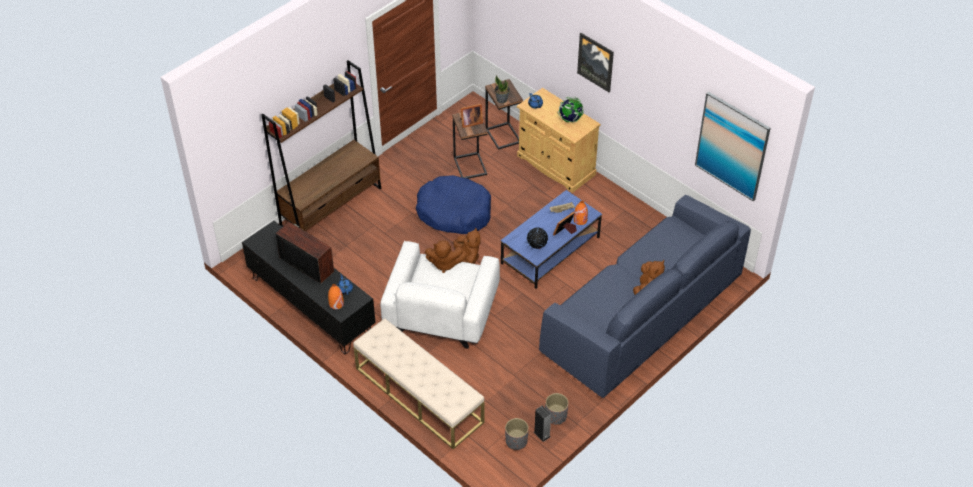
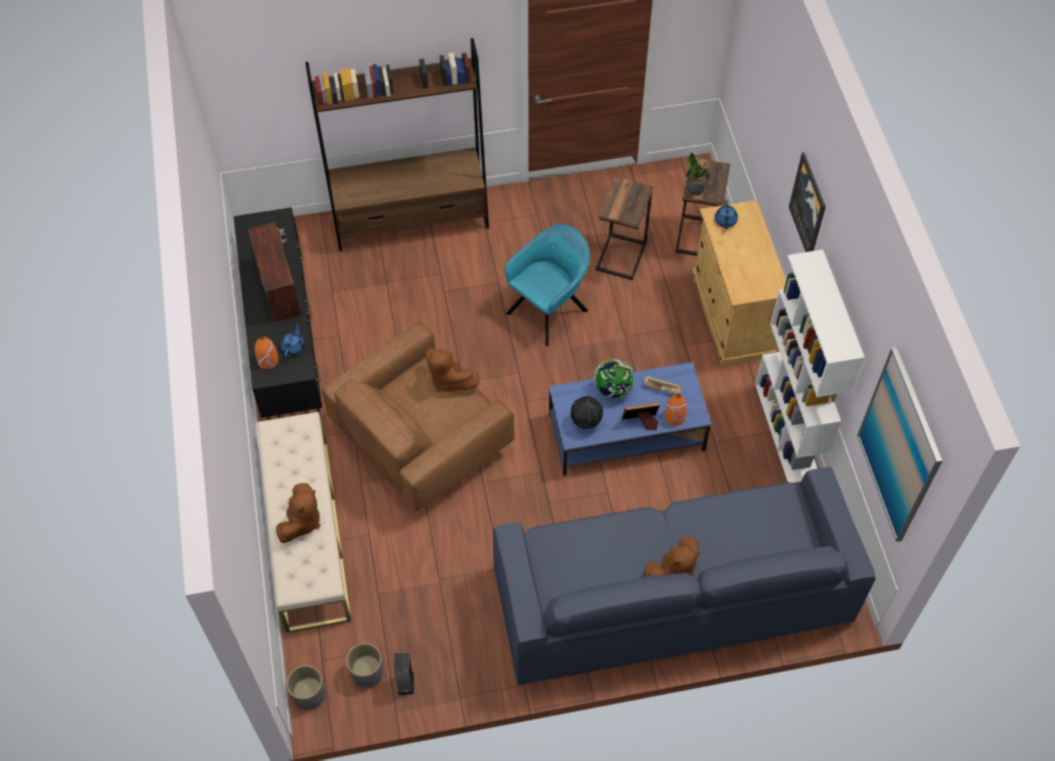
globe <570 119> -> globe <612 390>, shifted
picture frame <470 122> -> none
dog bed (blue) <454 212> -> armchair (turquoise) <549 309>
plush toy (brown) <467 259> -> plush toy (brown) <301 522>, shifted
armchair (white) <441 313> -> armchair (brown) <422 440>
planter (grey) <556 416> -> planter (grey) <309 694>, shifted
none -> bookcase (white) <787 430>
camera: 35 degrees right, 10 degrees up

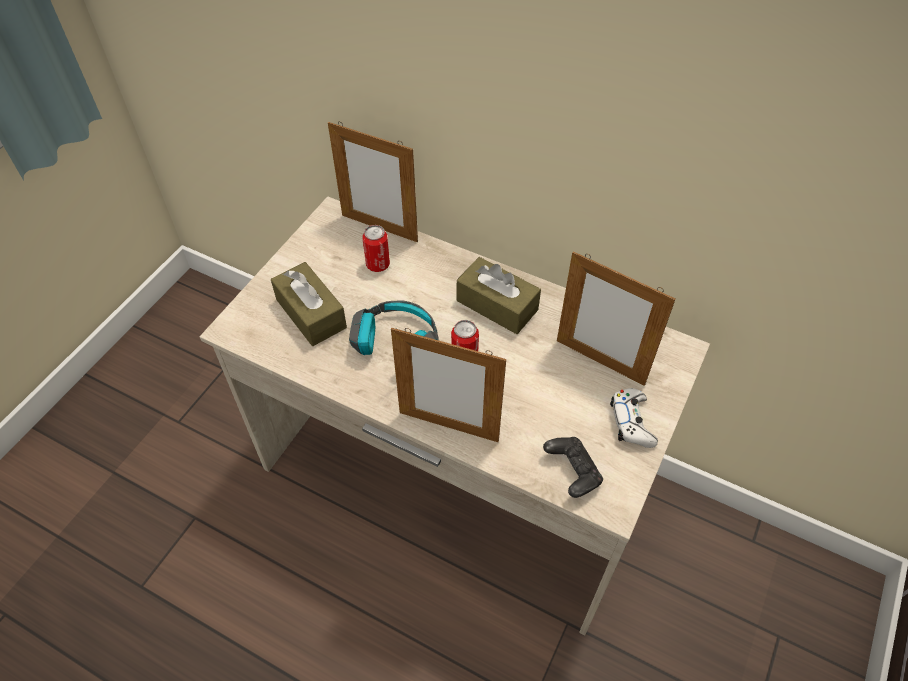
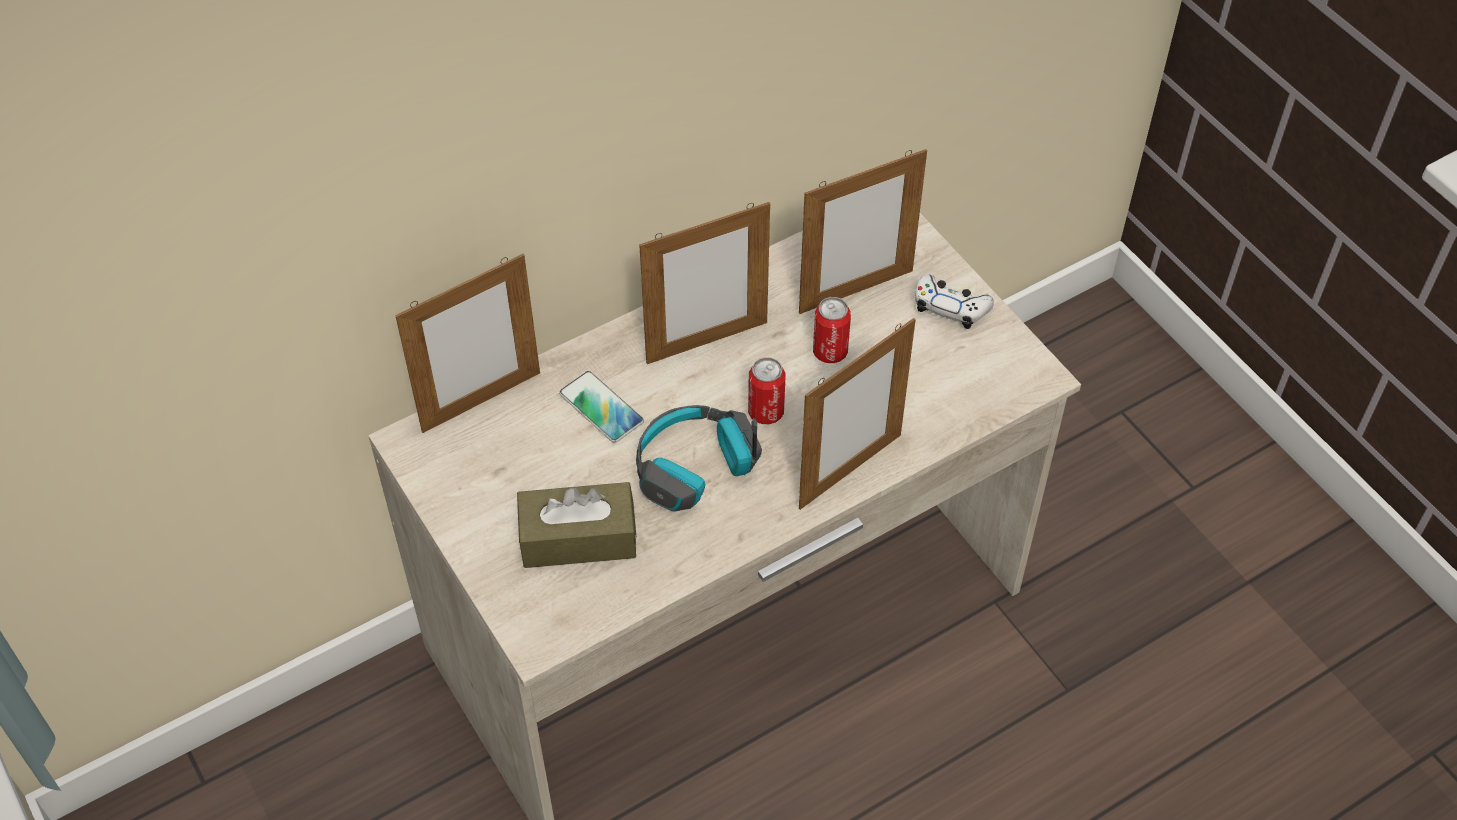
can <378 265> -> can <830 352>, shifted
tissue box (brown) <497 305> -> picture frame <707 342>
game controller (black) <572 472> -> none
none -> phone <601 408>
camera: 60 degrees left, 0 degrees up

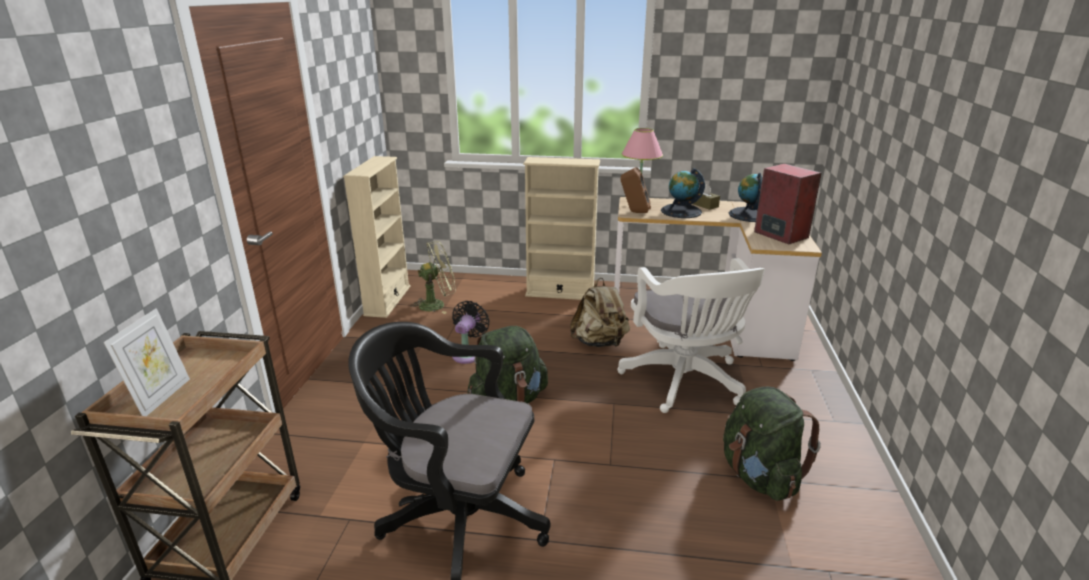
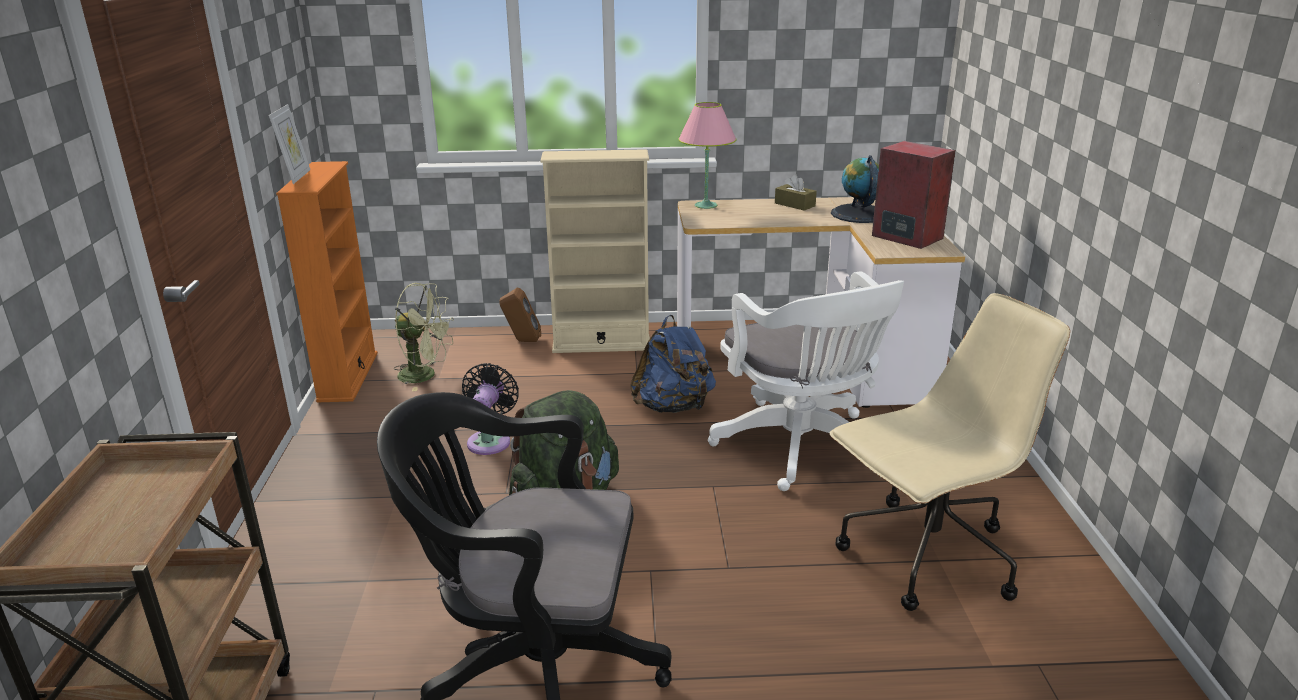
bookcase (beige) <387 300> -> bookcase (orange) <348 377>
speaker (brown) <634 212> -> speaker (brown) <522 341>, shifted
globe <681 211> -> none
fan (green) <437 304> -> fan (green) <425 376>, 45 degrees clockwise
backpack (beige) <599 342> -> backpack (blue) <673 407>
picture frame <161 397> -> picture frame <296 177>, shifted
backpack (green) <759 476> -> office chair (beige) <926 557>
camera: 10 degrees left, 0 degrees up

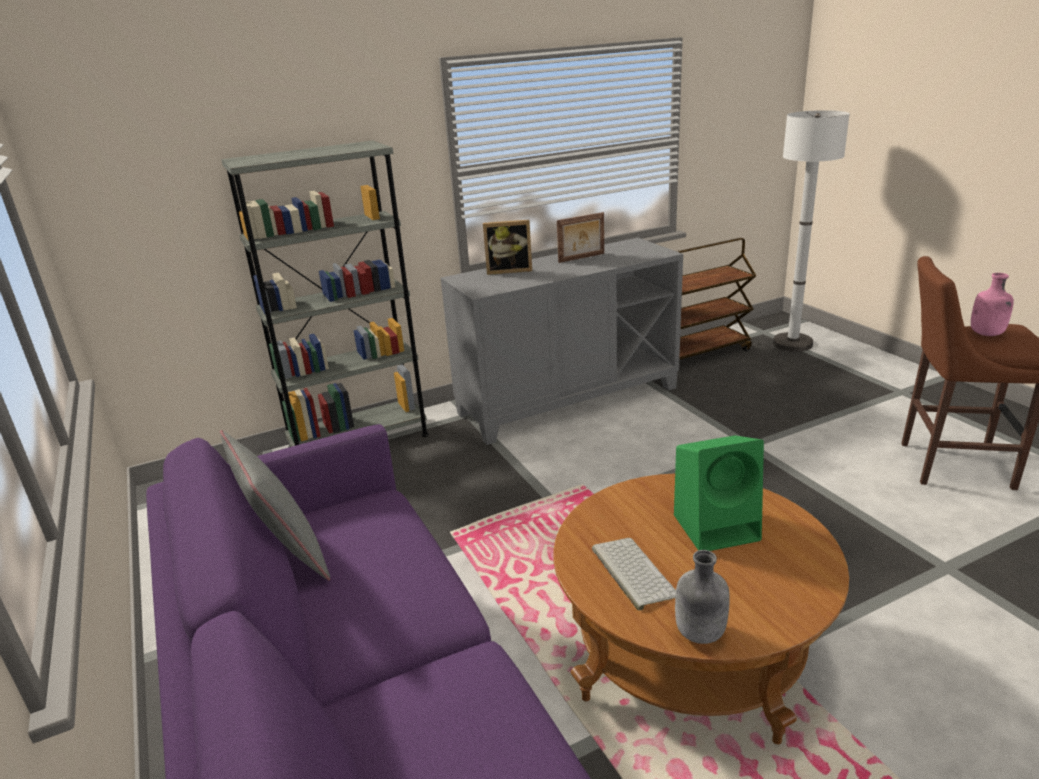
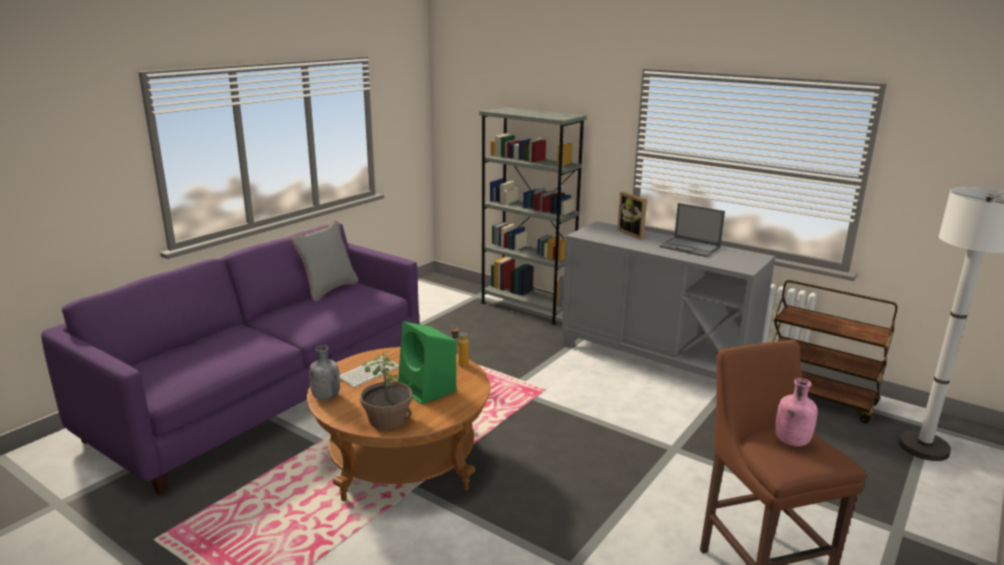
picture frame <582 258> -> laptop <690 247>
none -> bottle <459 364>
none -> potted plant <387 419>
camera: 60 degrees right, 5 degrees down

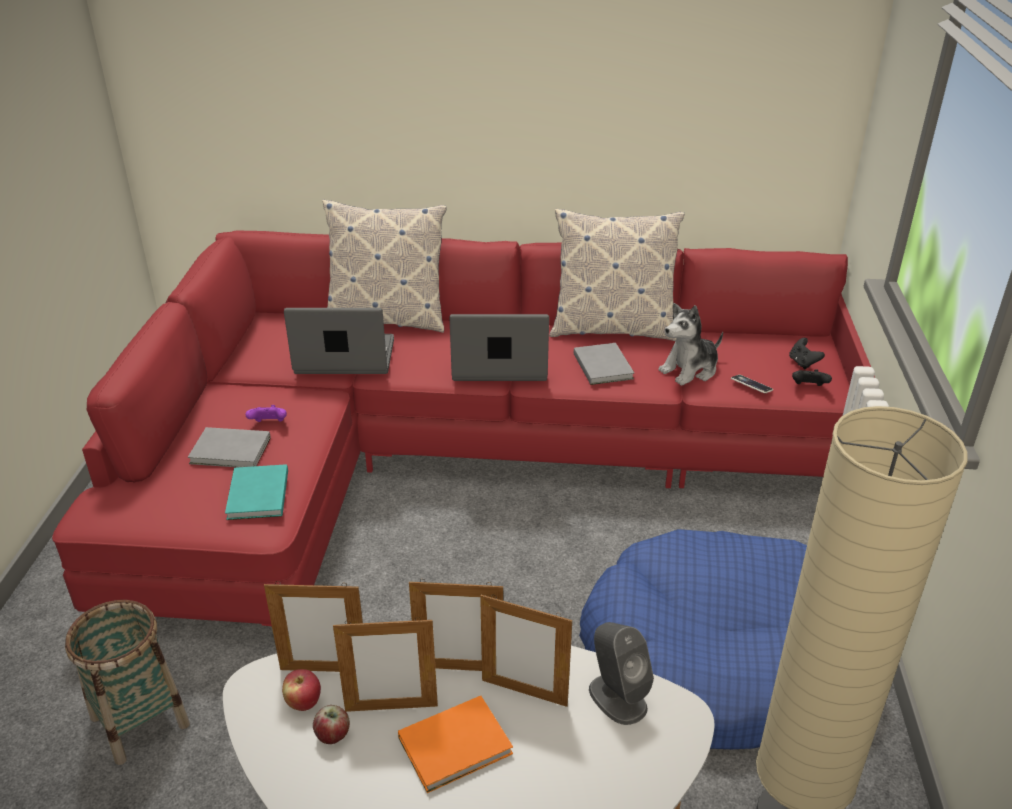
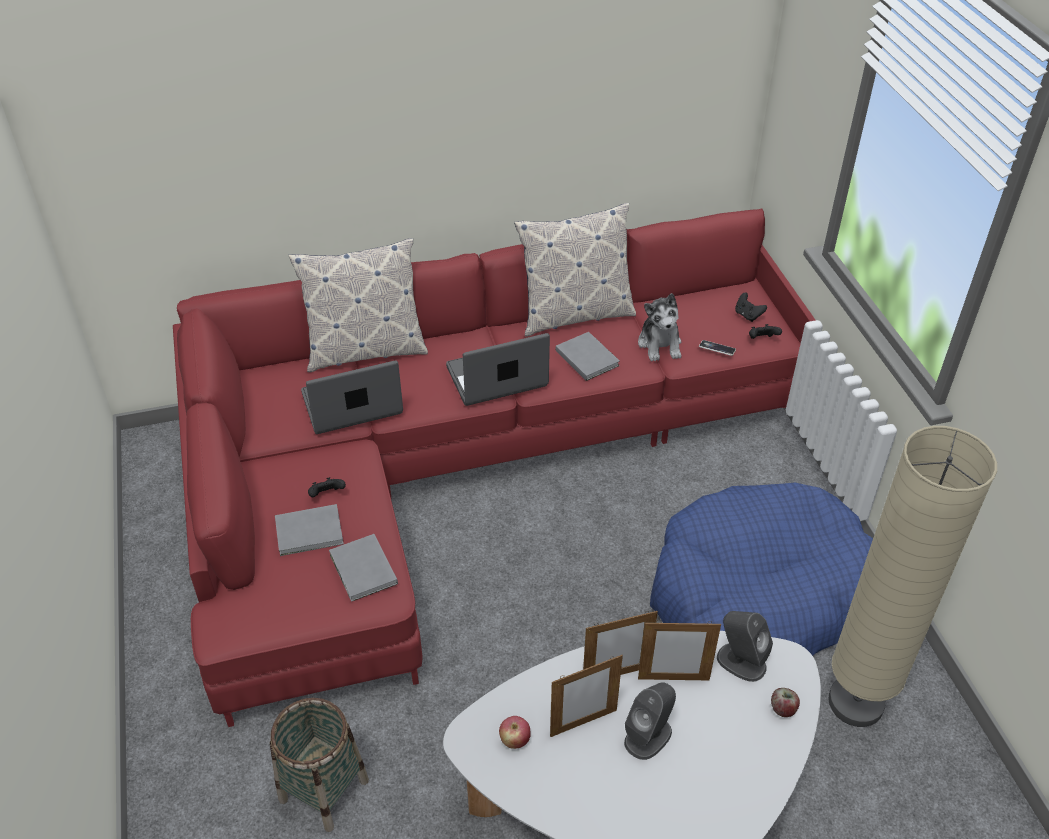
plush toy <690 370> -> plush toy <660 344>, 45 degrees counterclockwise
game controller (purple) <269 424> -> game controller (black) <327 495>
book (turquoise) <256 496> -> book (grey) <363 571>
picture frame <324 670> -> none
book (orange) <458 746> -> speaker (grey) <648 736>
apple <333 735> -> apple <783 709>, shifted
camera: 20 degrees left, 10 degrees up

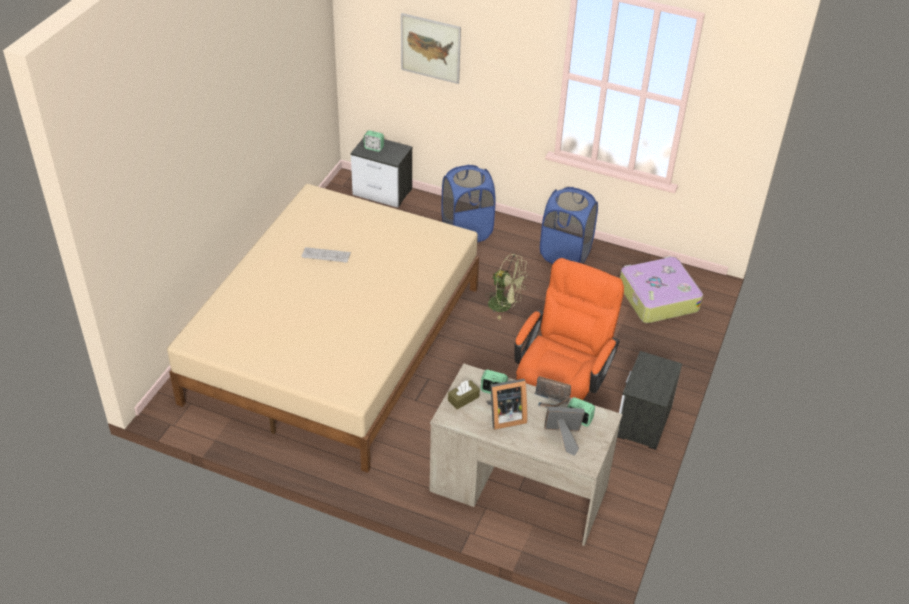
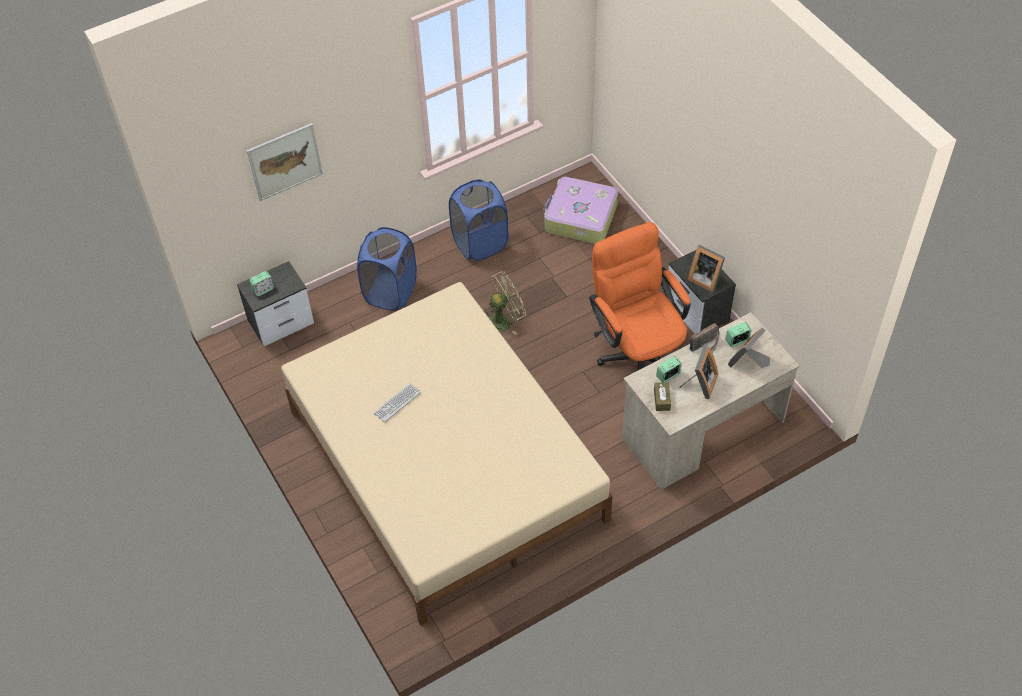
none -> picture frame <705 278>
camera: 50 degrees left, 10 degrees up

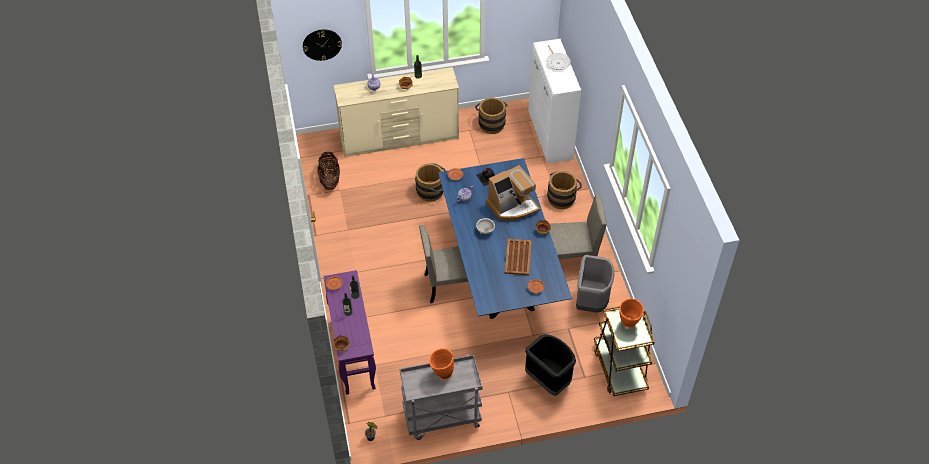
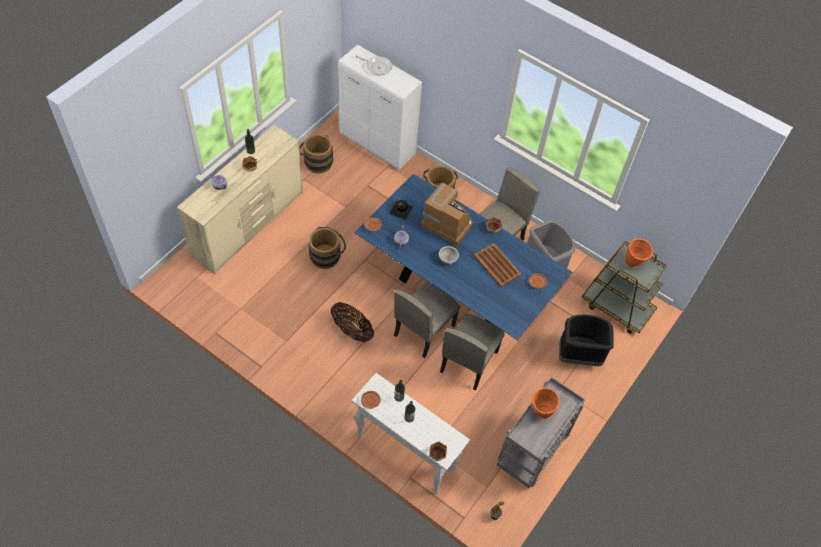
wall clock <322 44> -> none
basket <330 180> -> basket <352 330>, shifted
coffee machine <512 206> -> coffee machine <447 223>, 75 degrees counterclockwise
console table (purple) <353 353> -> console table (white) <405 452>
none -> chair (beige) <468 361>
camera: 45 degrees left, 5 degrees up

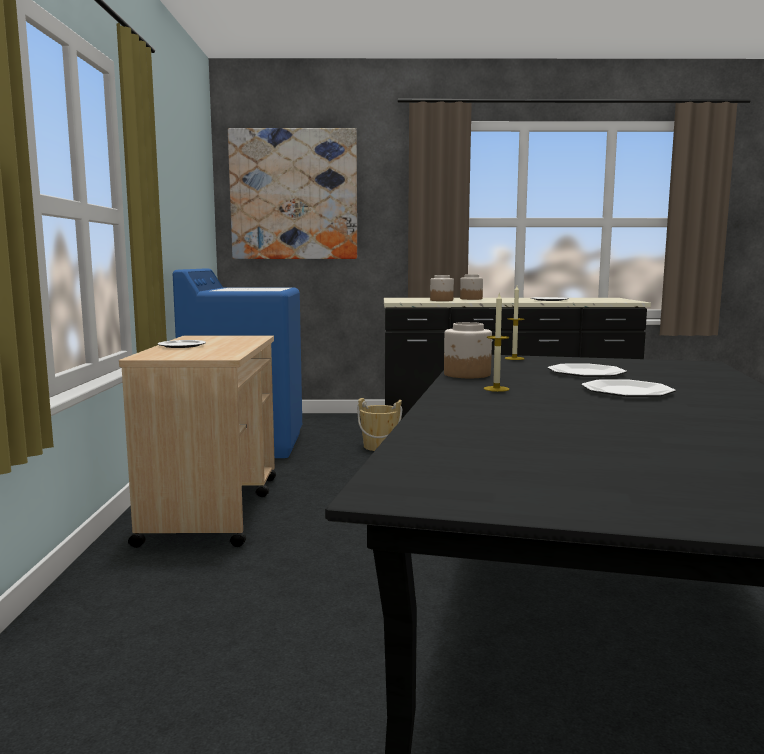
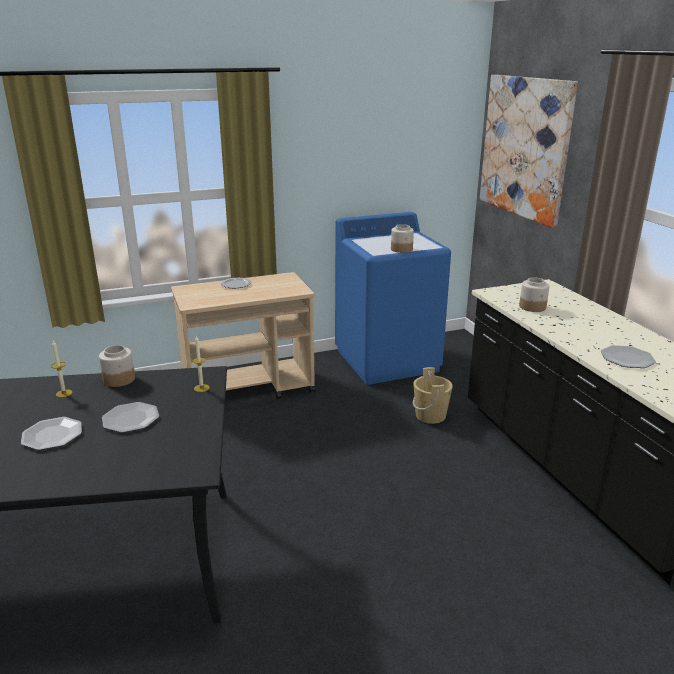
jar <471 299> -> jar <402 249>, shifted
camera: 70 degrees right, 15 degrees up

